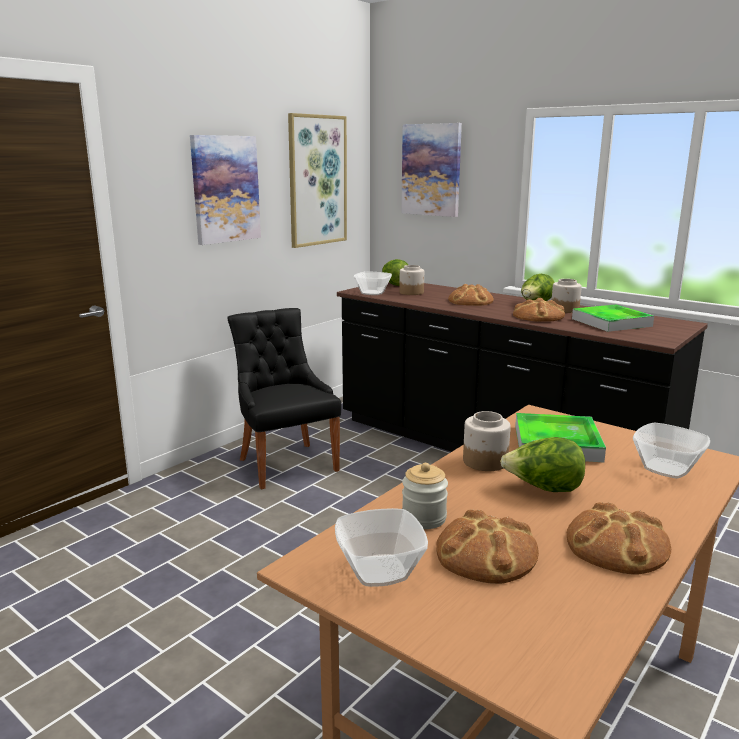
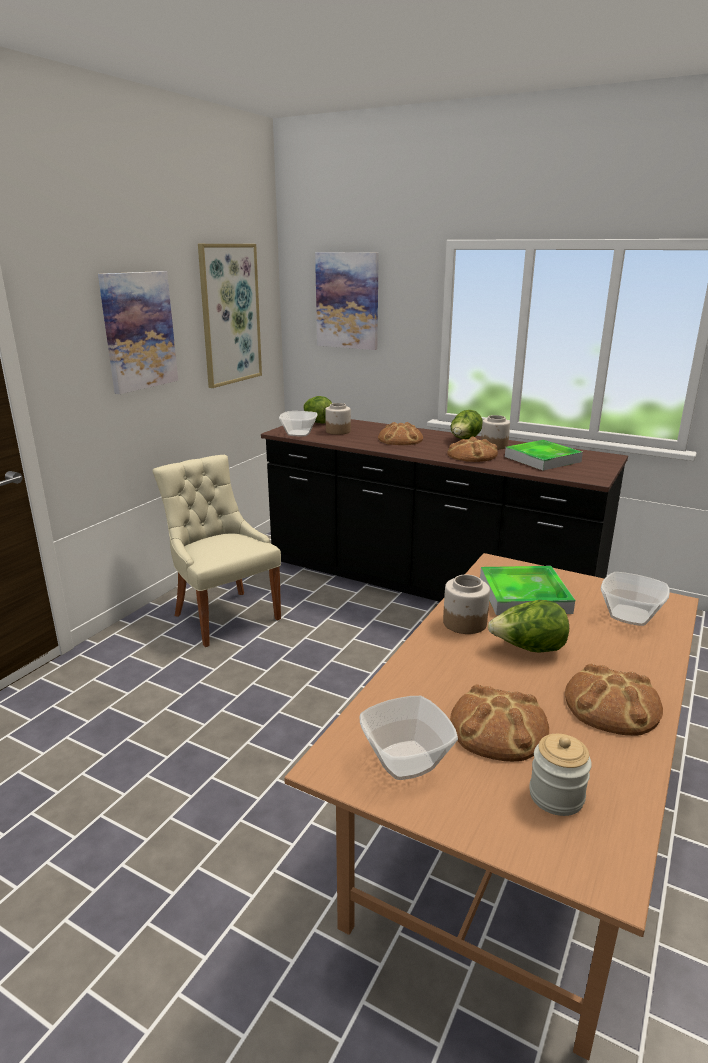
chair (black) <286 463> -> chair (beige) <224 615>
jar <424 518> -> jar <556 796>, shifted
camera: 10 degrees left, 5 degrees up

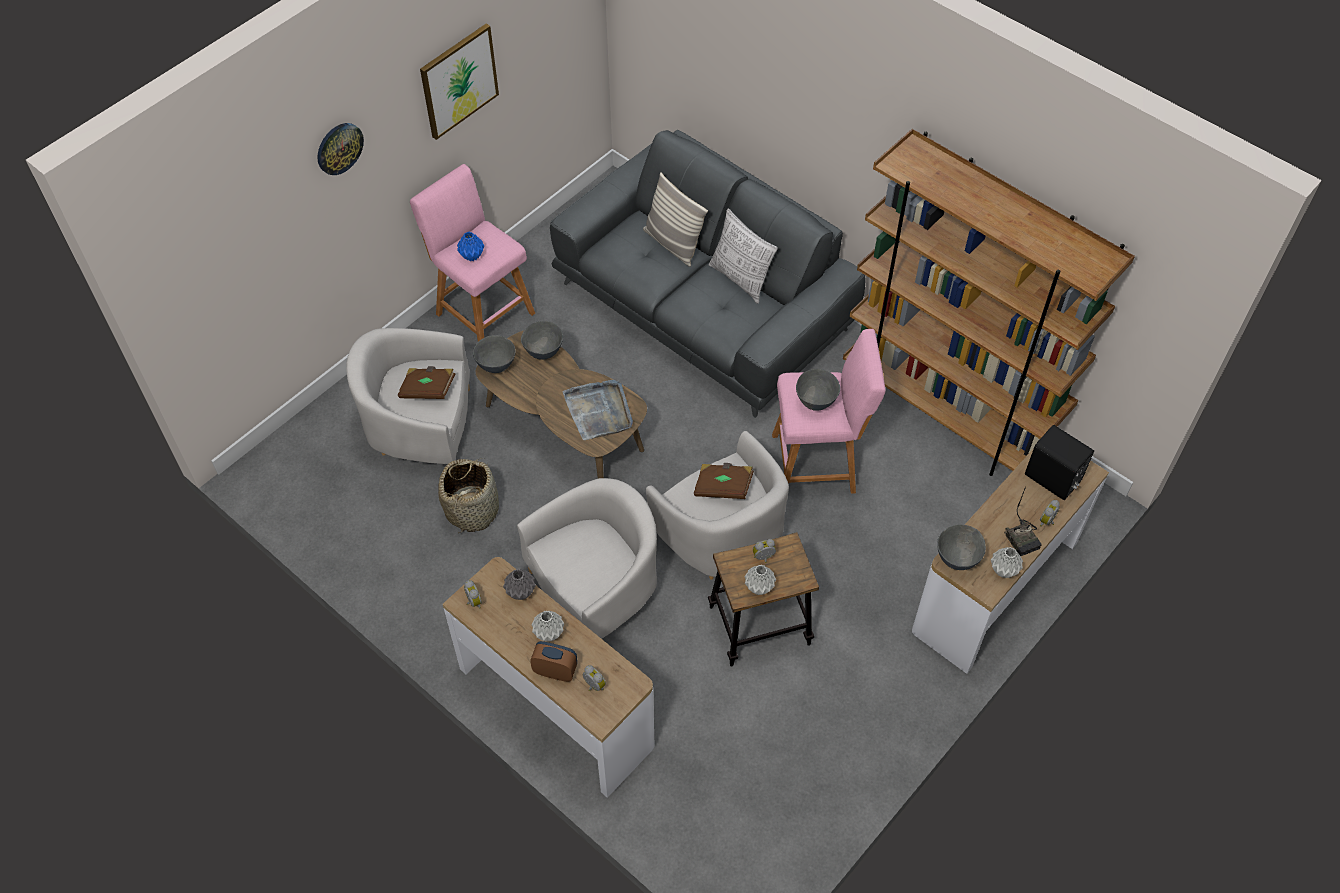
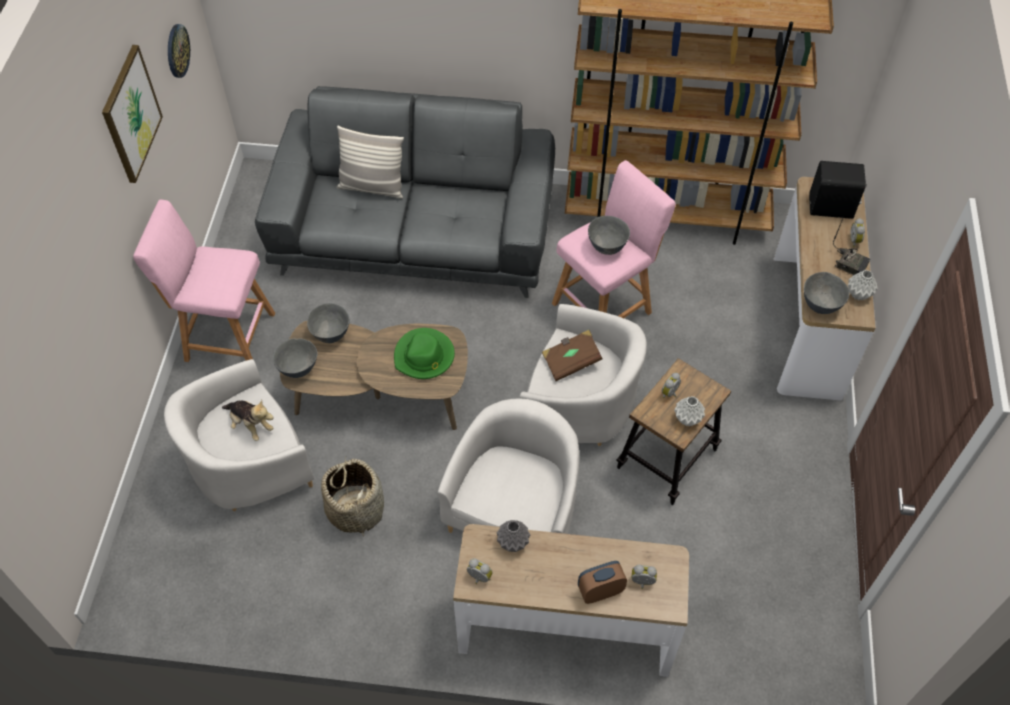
wall clock <339 148> -> wall clock <177 50>, shifted
pillow <740 279> -> none
vase (blue) <472 256> -> none
book (brown) <428 390> -> plush toy <250 425>
tray (grey) <599 411> -> hat (green) <424 356>
vase (grey) <548 633> -> none
camera: 35 degrees left, 0 degrees up

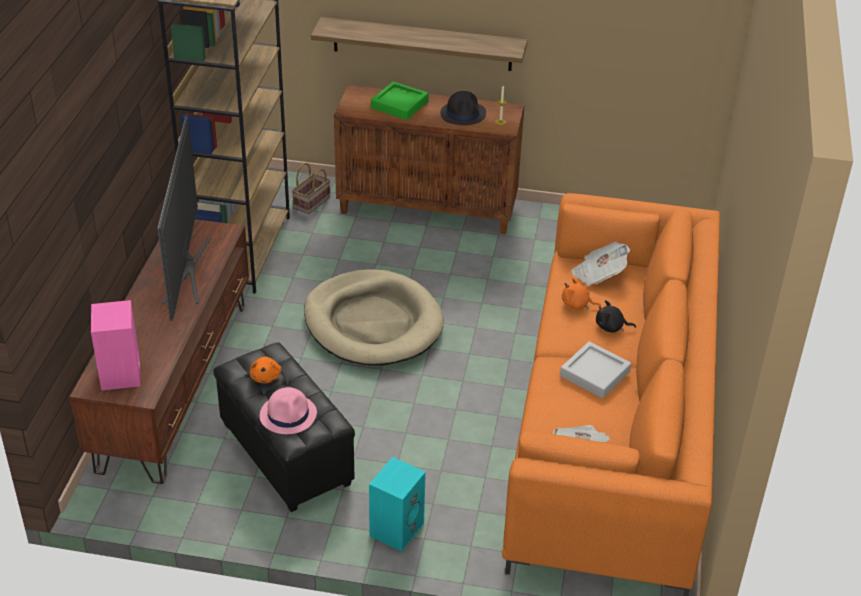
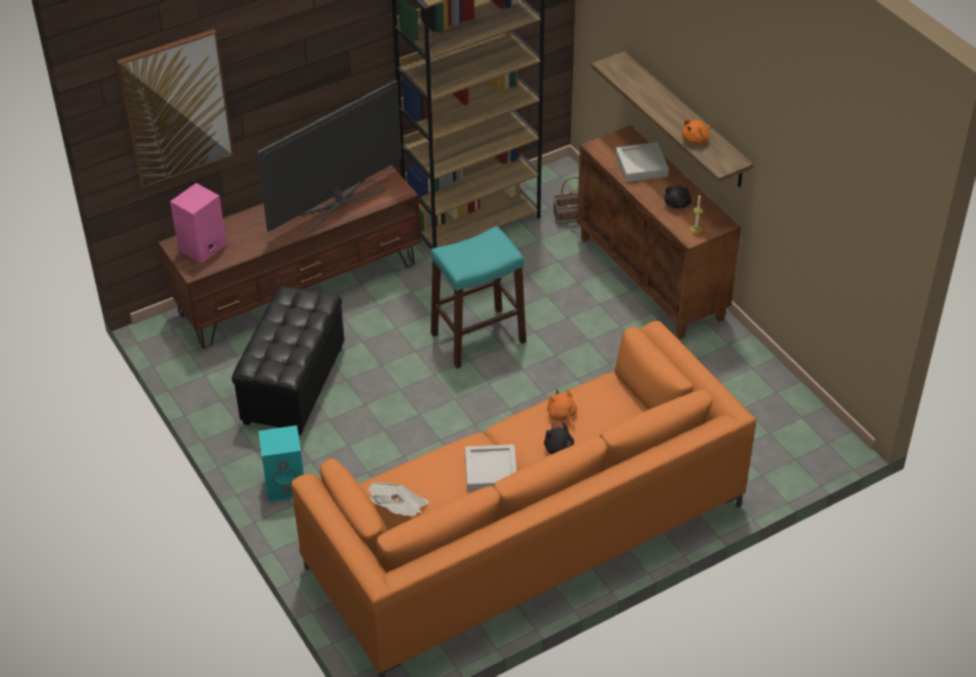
tray (green) <399 105> -> tray (grey) <641 166>
hat (black) <463 114> -> plush toy (black) <678 204>
newspaper <598 274> -> none
dog bed (beige) <373 323> -> stool (turquoise) <478 338>
plush toy (orange) <266 377> -> plush toy (orange) <696 139>, shifted
hat (pink) <288 415> -> none
none -> picture <176 108>
camera: 50 degrees right, 5 degrees up

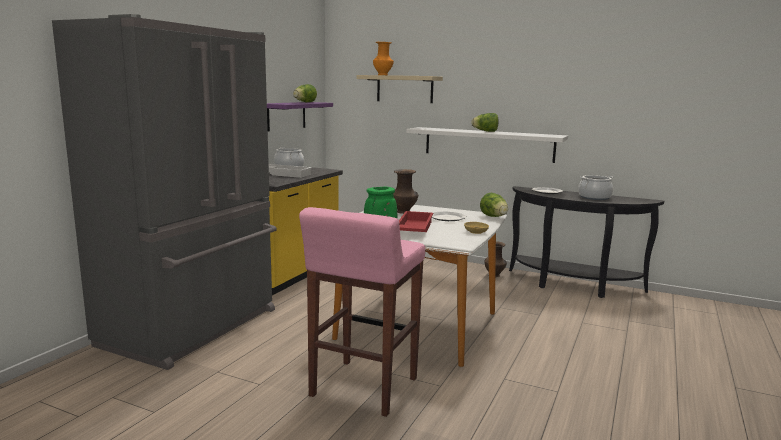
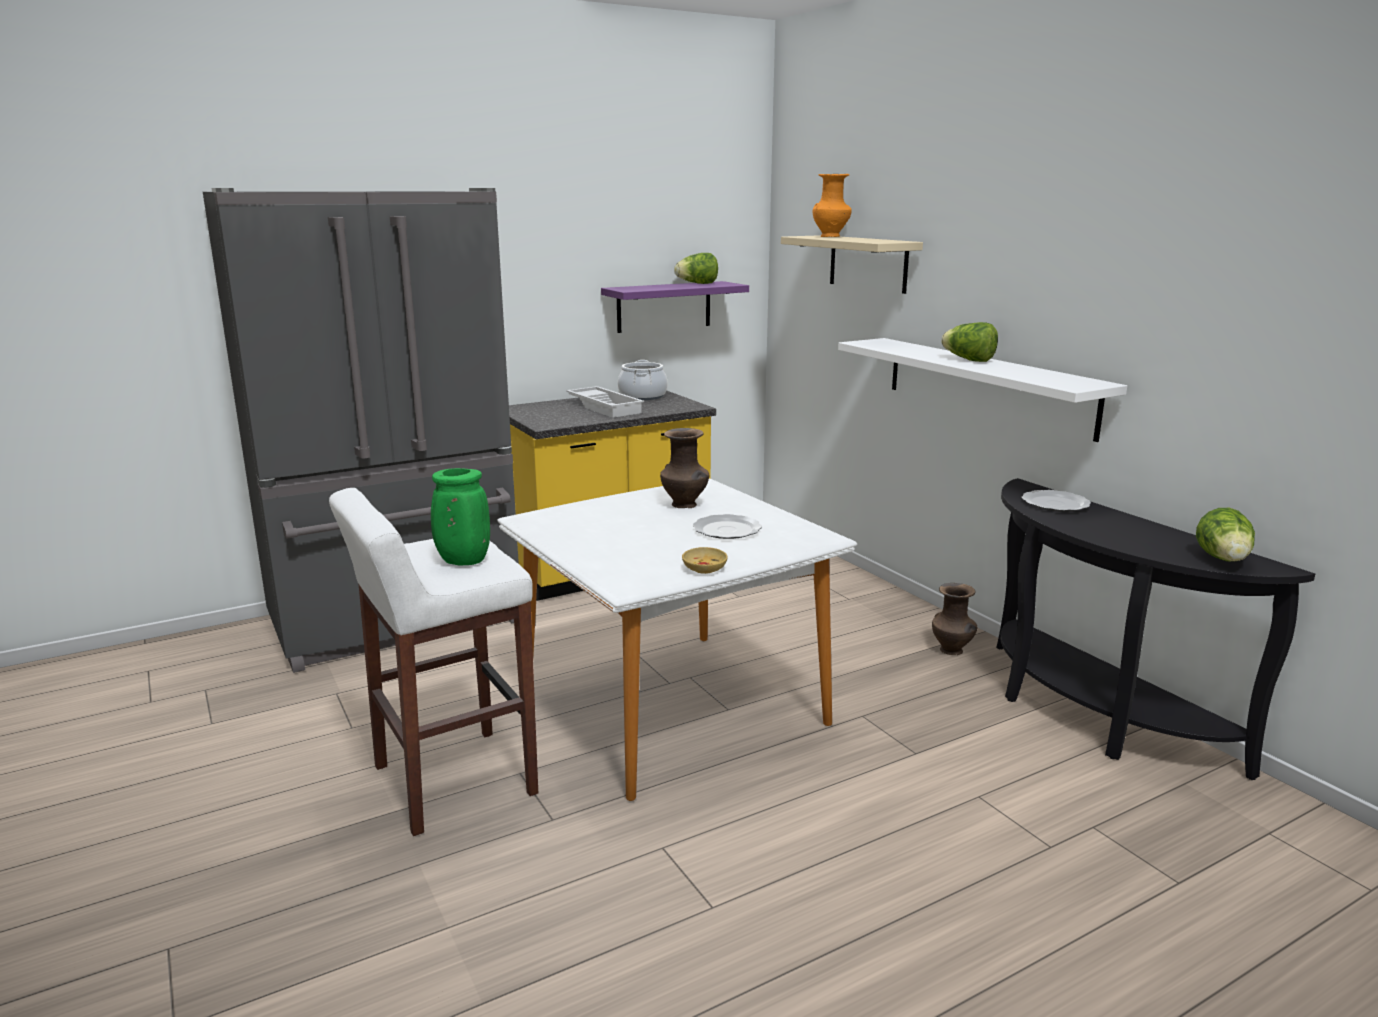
cooking pot <594 197> -> none
lettuce <494 217> -> lettuce <1224 560>, shifted
stool (pink) <363 388> -> stool (white) <451 781>
tray (red) <413 228> -> none
camera: 35 degrees right, 5 degrees up

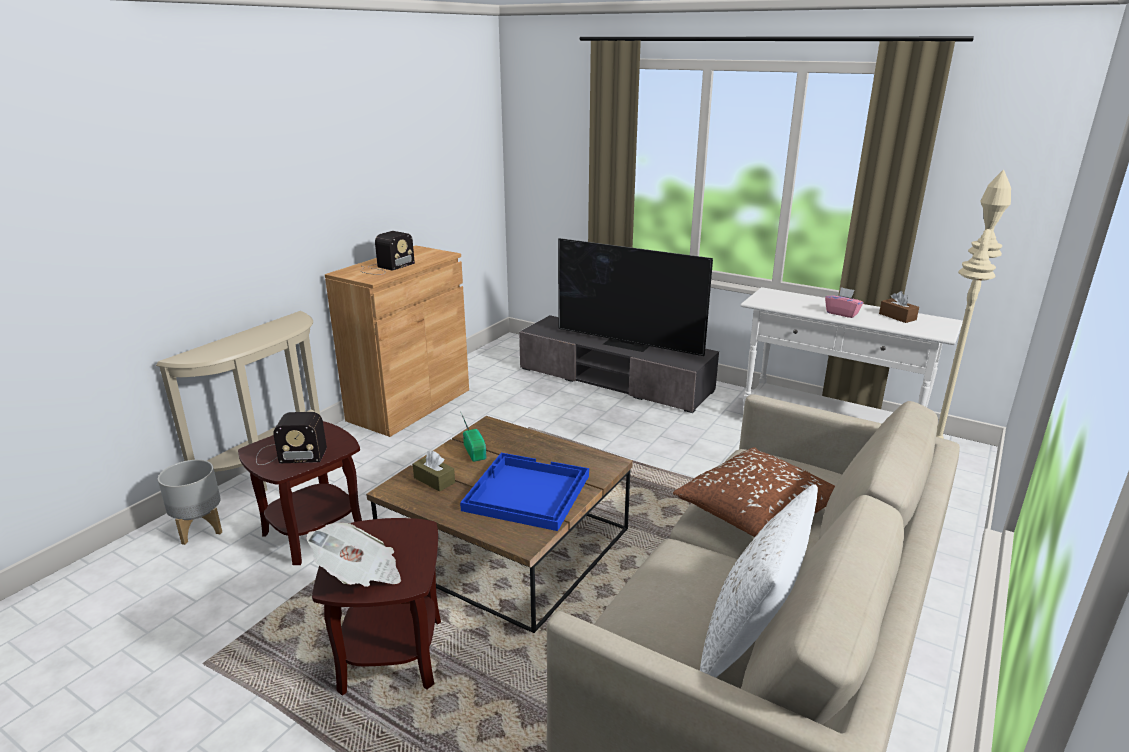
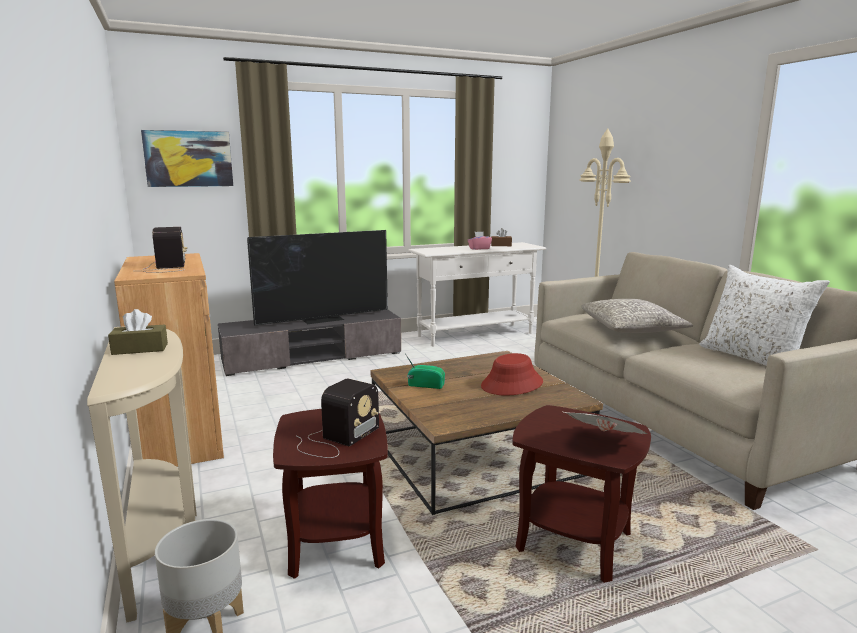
pillow (brown) <759 512> -> pillow (grey) <632 329>
tissue box (brown) <434 480> -> tissue box (brown) <140 349>, shifted
tray (blue) <525 493> -> hat (red) <512 384>
none -> picture <188 159>
camera: 55 degrees left, 10 degrees down

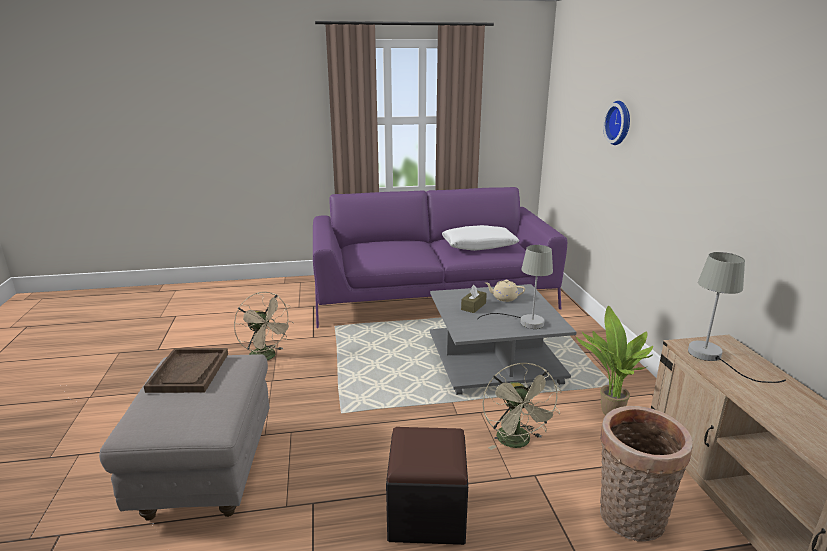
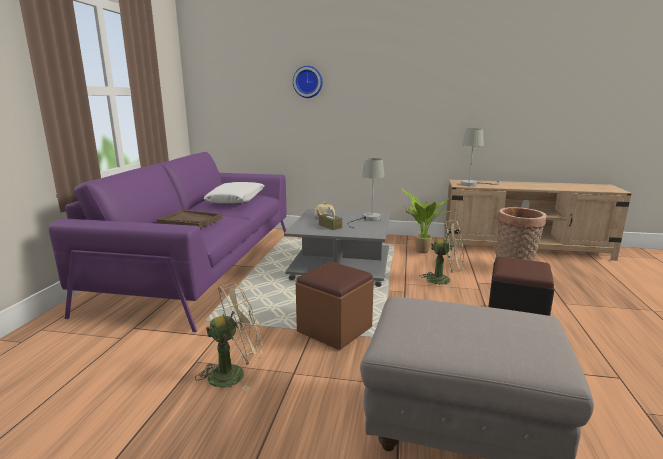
tray (brown) <189 372> -> tray (brown) <190 221>, shifted
none -> ottoman (brown) <334 329>
camera: 70 degrees left, 5 degrees down

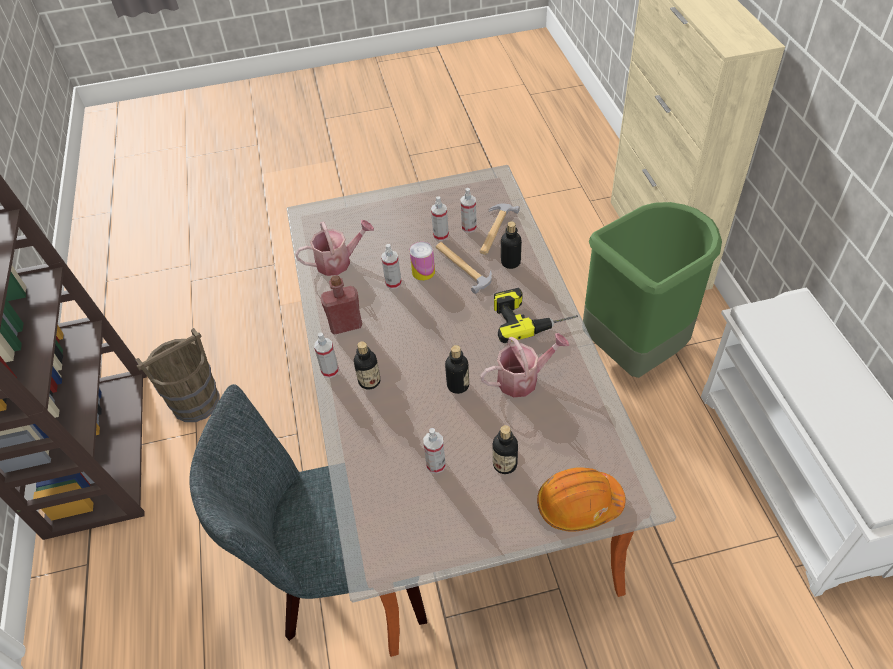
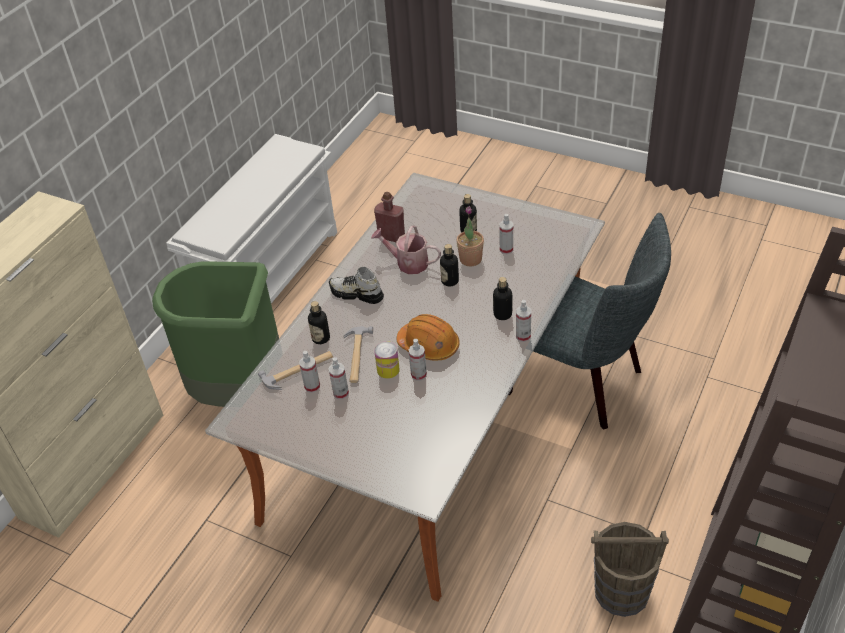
watering can <338 262> -> none
bottle (red) <345 325> -> bottle (red) <391 236>, shifted
power drill <531 316> -> shoe <356 294>
hard hat (orange) <578 505> -> hard hat (orange) <429 345>, shifted
none -> potted plant <470 259>
camera: 140 degrees left, 5 degrees down

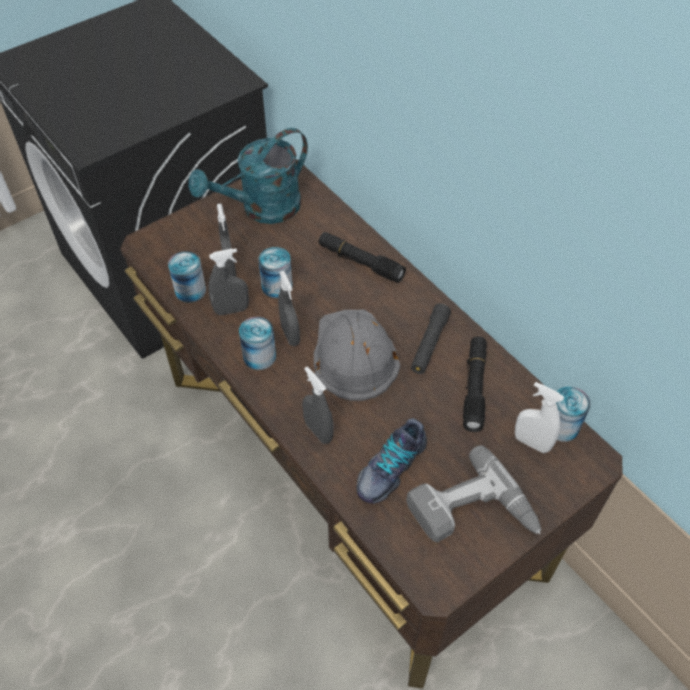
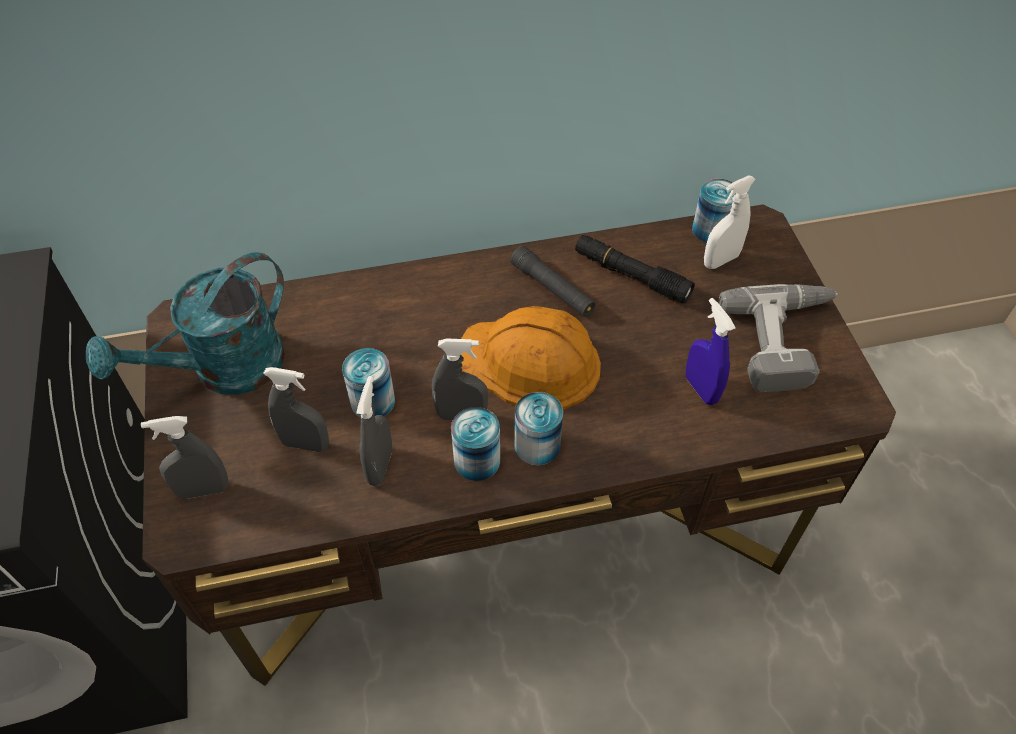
watering can (turquoise) <262 209> -> watering can (turquoise) <224 370>, 60 degrees clockwise
flashlight (black) <360 262> -> none
can <190 290> -> can <537 445>, shifted
hard hat (grey) <353 355> -> hard hat (orange) <529 363>
spray bottle (grey) <318 431> -> spray bottle (grey) <203 490>, shifted
shoe <390 467> -> spray bottle (blue) <701 389>
camera: 65 degrees left, 0 degrees up

